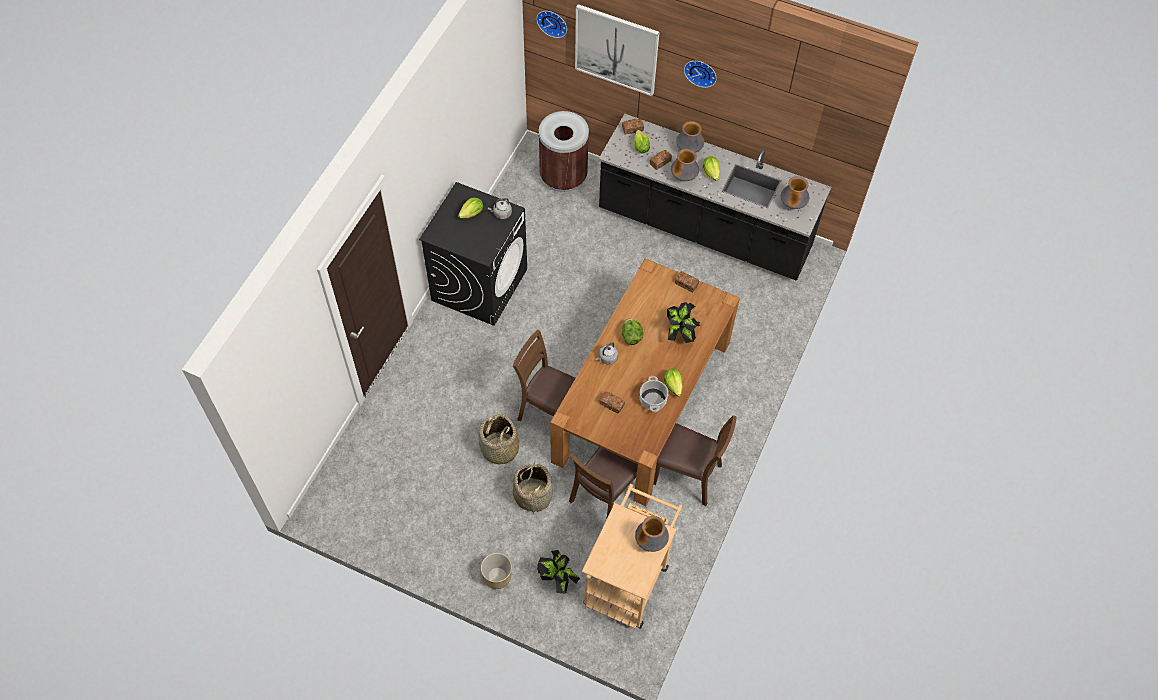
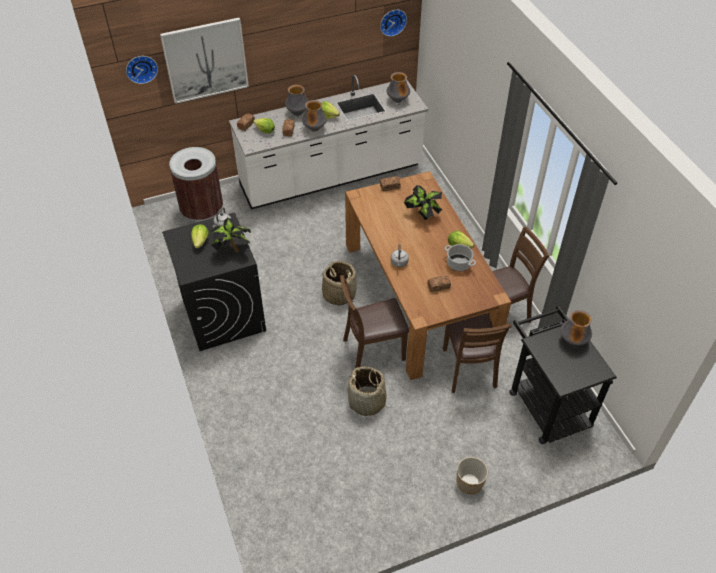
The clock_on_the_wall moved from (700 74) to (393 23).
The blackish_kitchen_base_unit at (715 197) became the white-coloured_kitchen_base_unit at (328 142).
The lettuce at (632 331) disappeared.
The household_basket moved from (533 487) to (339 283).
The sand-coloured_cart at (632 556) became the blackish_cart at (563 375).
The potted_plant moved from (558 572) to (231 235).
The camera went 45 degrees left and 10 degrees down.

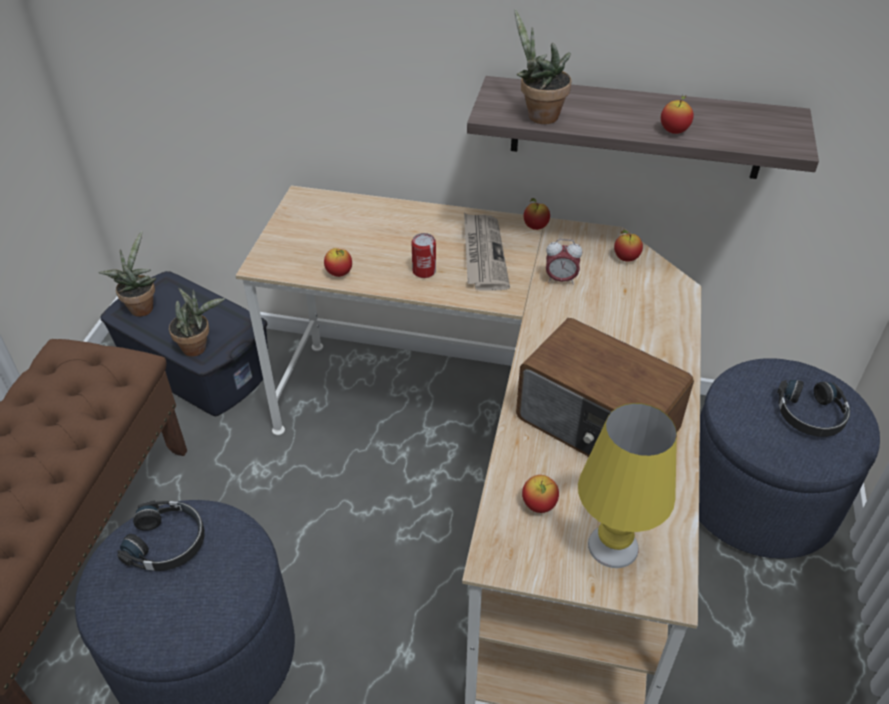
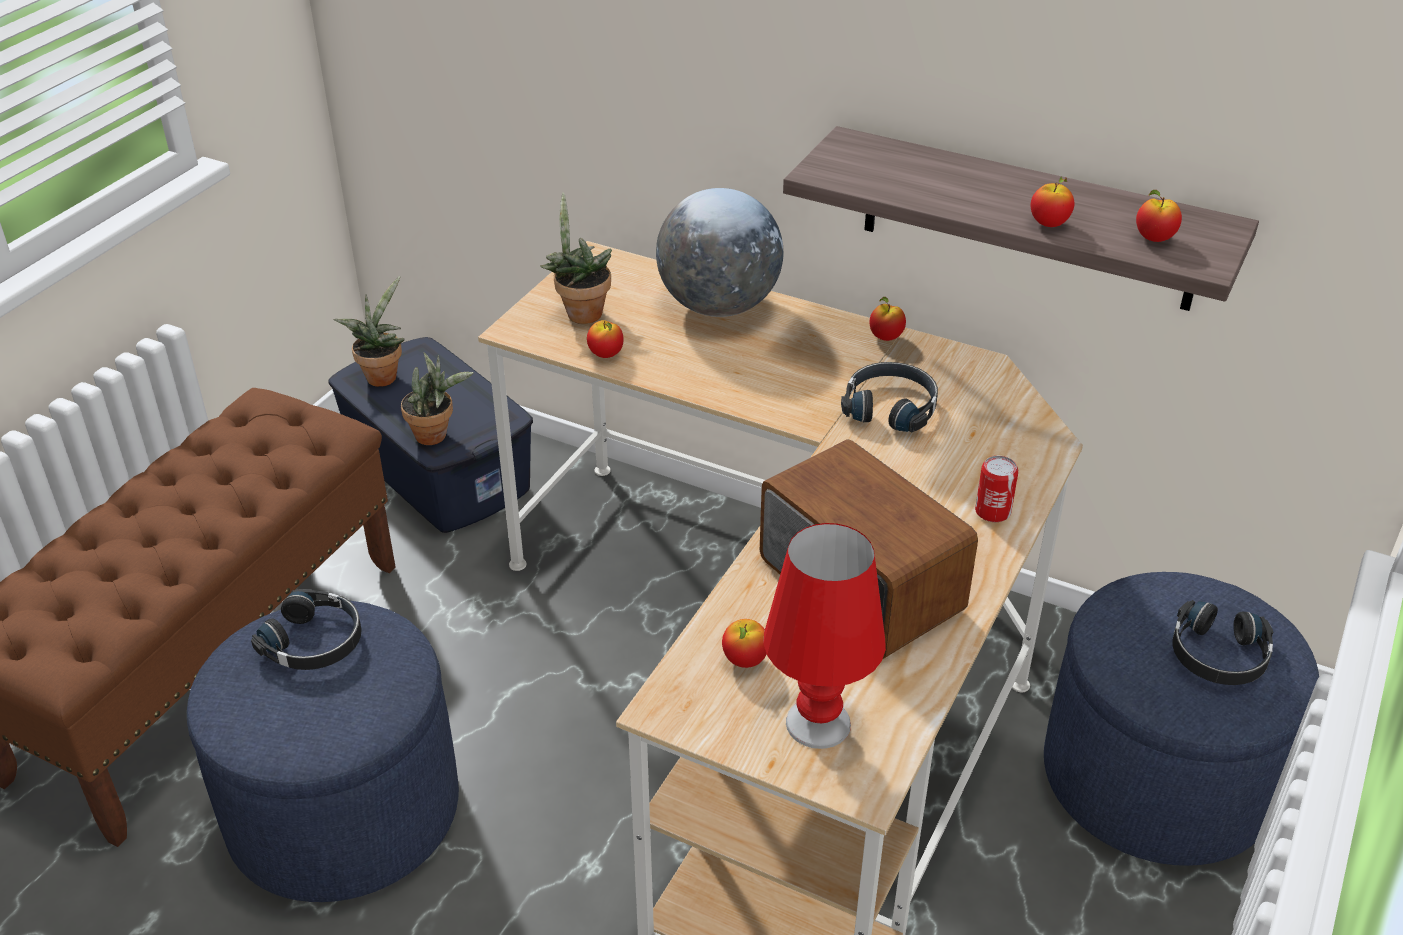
The potted_plant moved from (543 66) to (576 258).
The printed_paper at (487 252) disappeared.
The whole_apple moved from (628 246) to (1159 216).
The metal_can moved from (423 255) to (996 489).
The alarm_clock at (564 262) was replaced by the blackish_headset at (889 397).
The yellow_lamp_for_a_table at (627 485) became the red_lamp_for_a_table at (824 636).
The desk_globe at (719 252) appeared.
The camera went 15 degrees right and 5 degrees down.

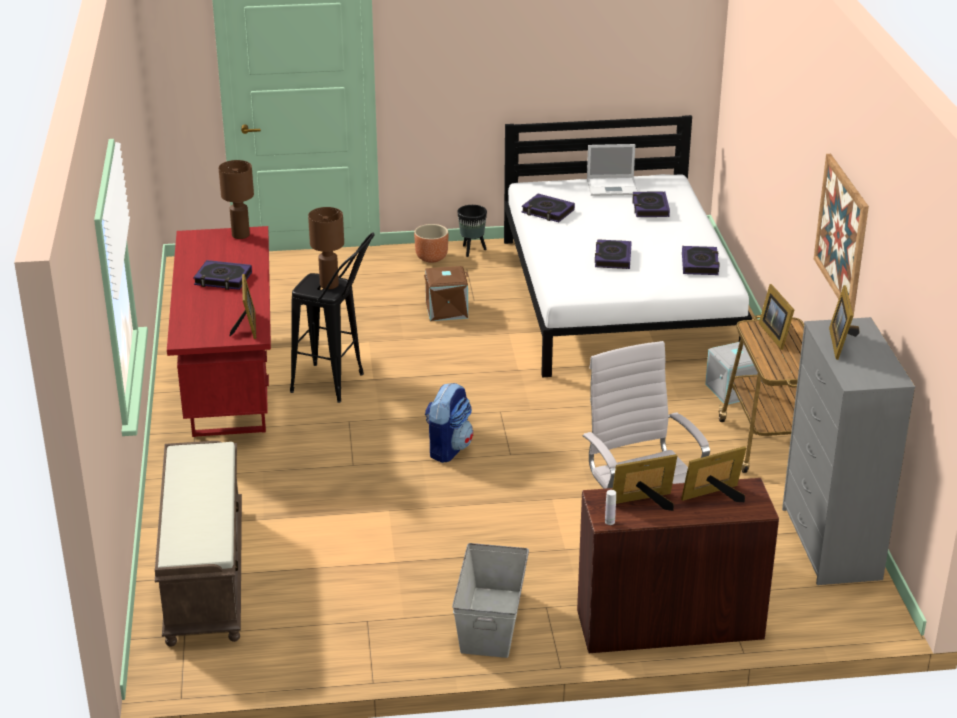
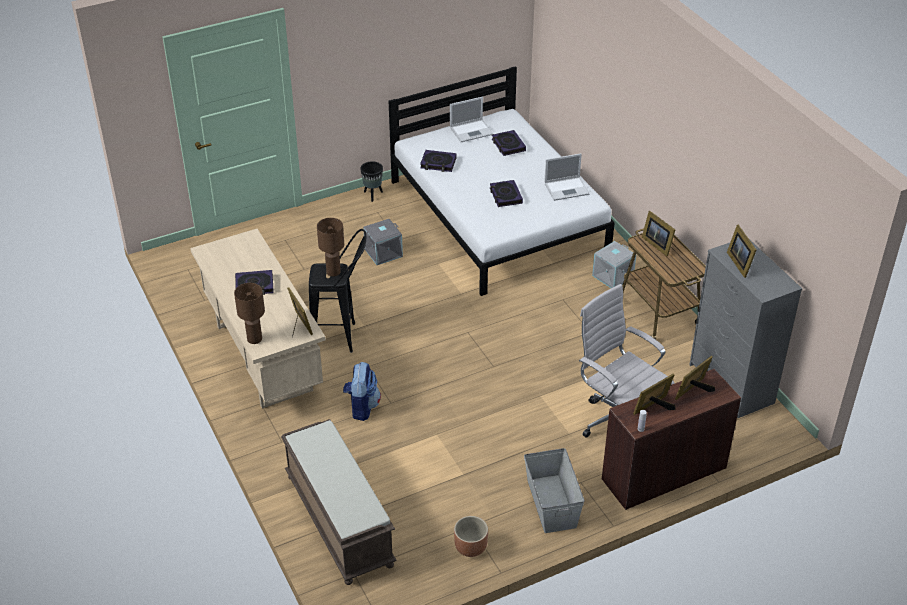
The wall_art at (841 235) disappeared.
The brownish_lamp_for_a_table moved from (236 199) to (249 313).
The brownish_plant_pot moved from (431 243) to (471 536).
The red_desk at (219 331) became the sand-coloured_desk at (258 319).
The volume at (701 260) was replaced by the portable_computer at (567 177).
The brownish_storage_bin at (446 293) became the greyish_storage_bin at (383 242).
The rucksack moved from (448 423) to (362 391).
The camera went 20 degrees left and 10 degrees up.

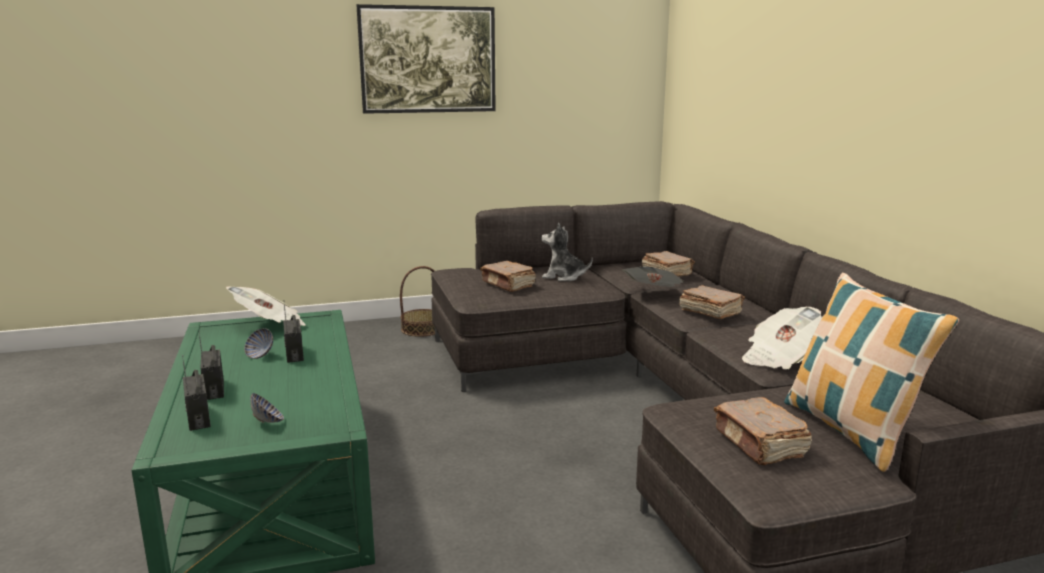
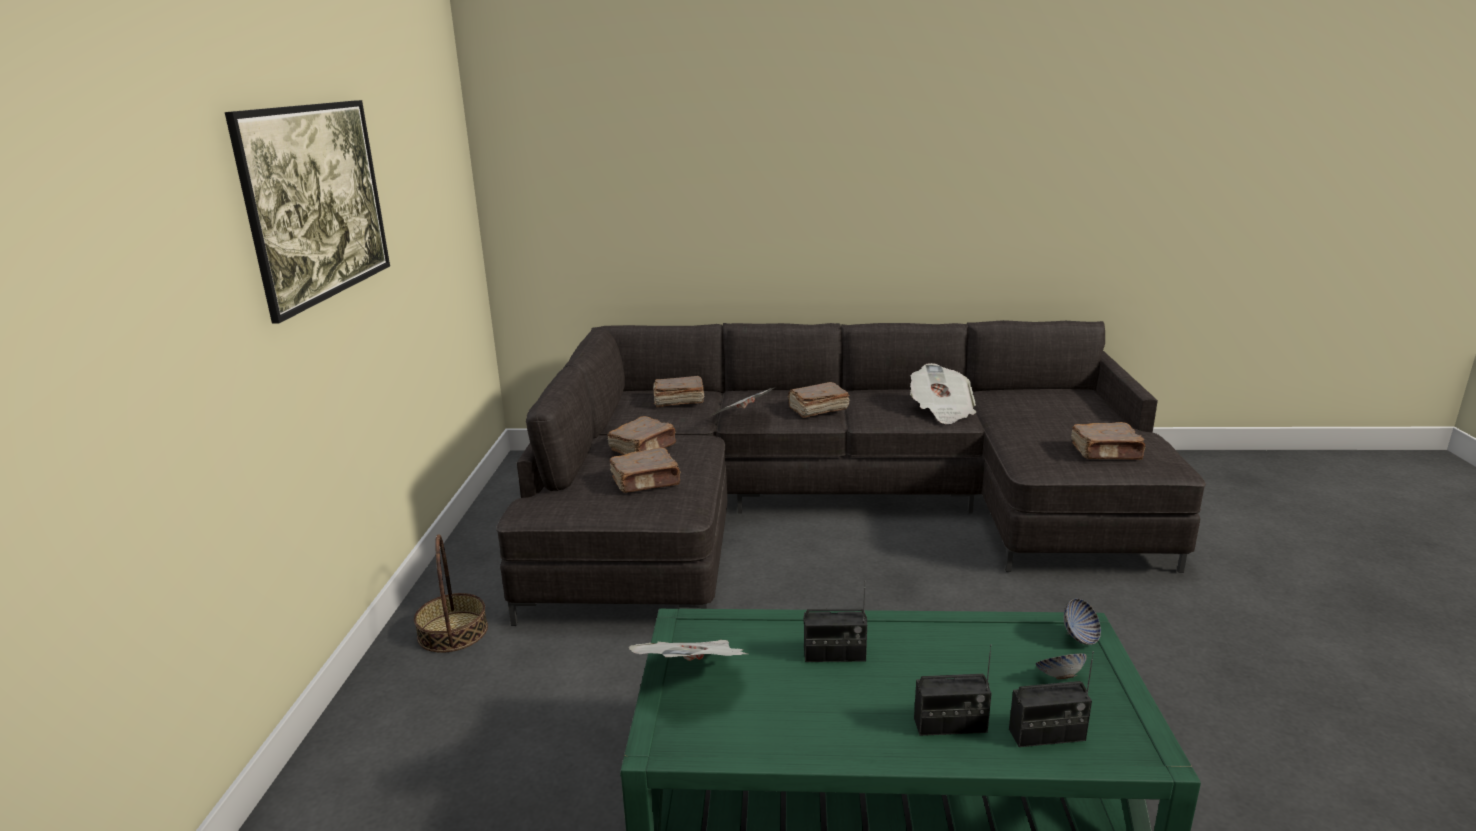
The soft_toy at (567 252) was replaced by the brownish_volume at (642 435).
The cushion at (871 372) disappeared.
The deep_dish moved from (258 343) to (1082 621).
The camera went 70 degrees left and 5 degrees up.

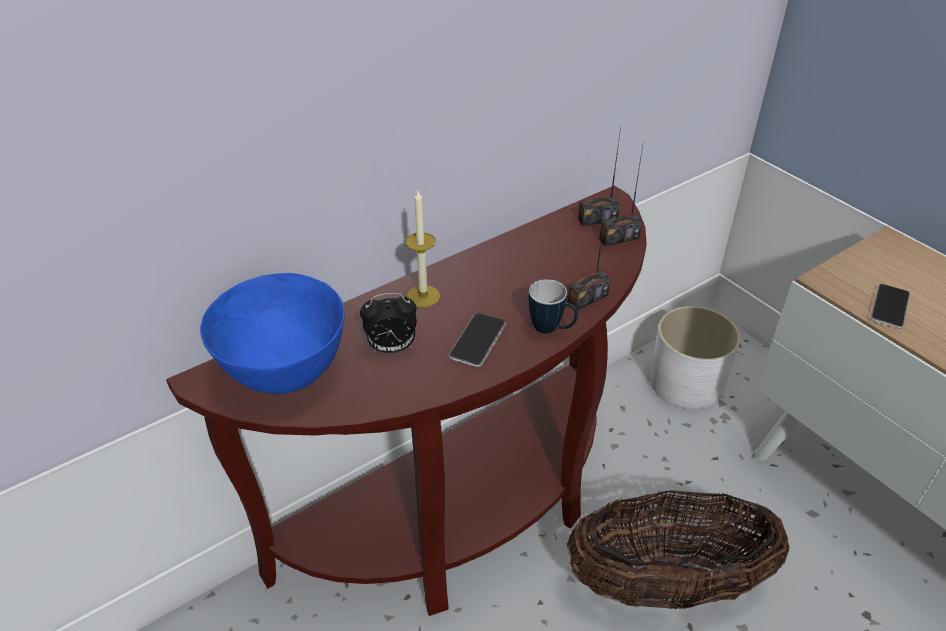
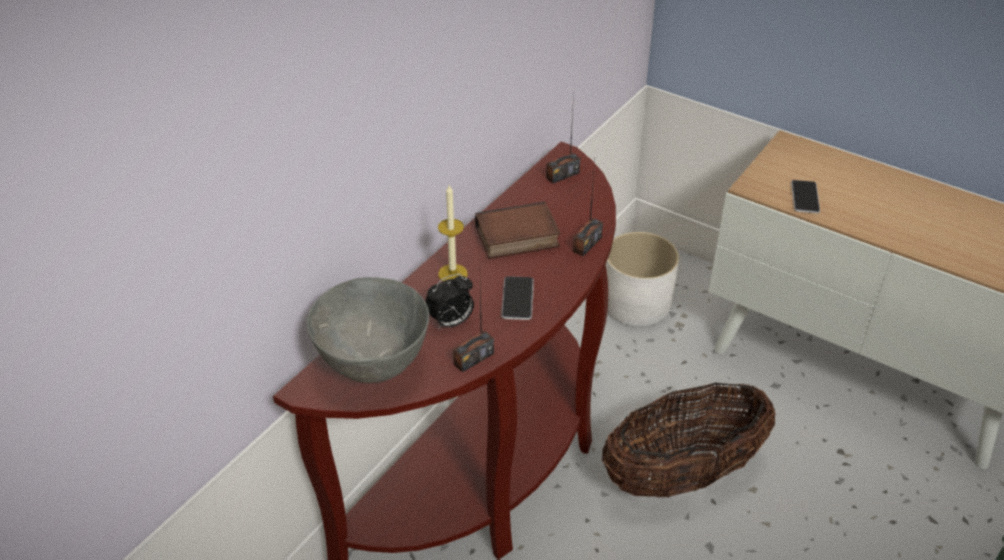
The radio_set moved from (621 196) to (473 328).
The bluish_deep_dish at (272 333) became the greyish_deep_dish at (368 330).
The mug at (553 306) disappeared.
The volume at (517 230) appeared.
The camera went 20 degrees left and 0 degrees up.

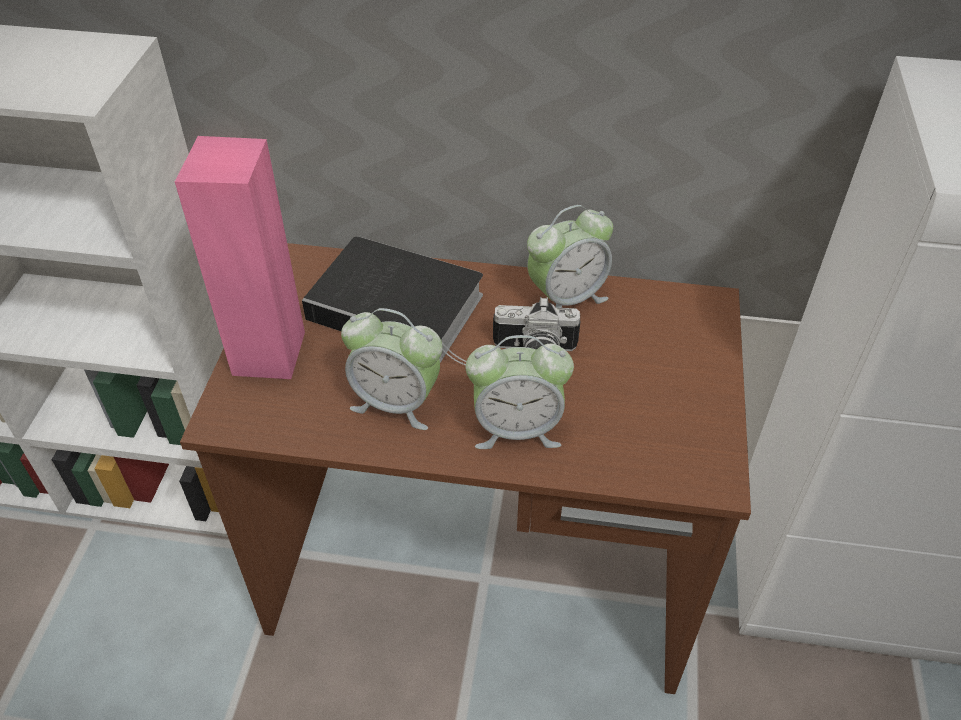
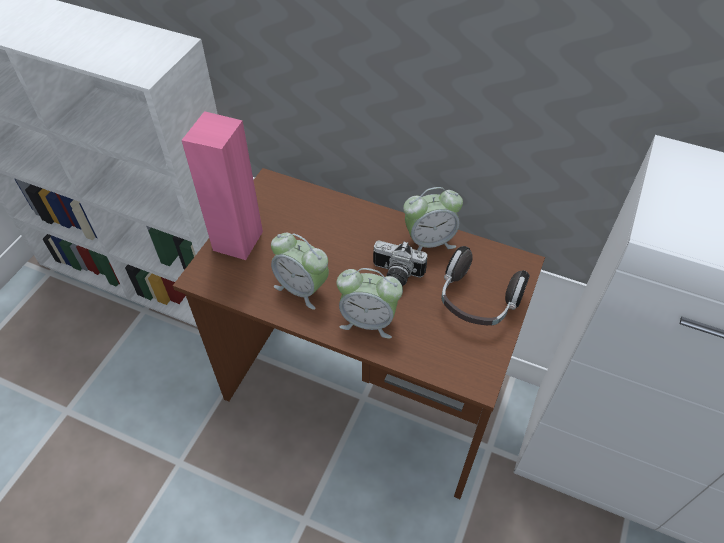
The volume at (392 301) disappeared.
The headset at (485 285) appeared.
The camera went 15 degrees right and 5 degrees up.

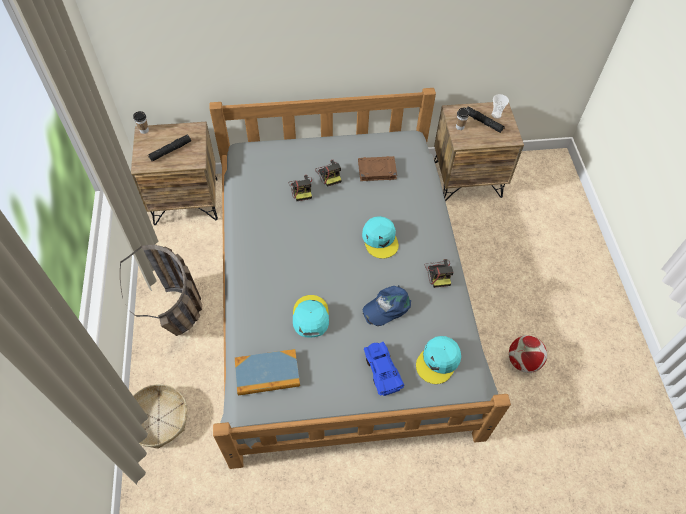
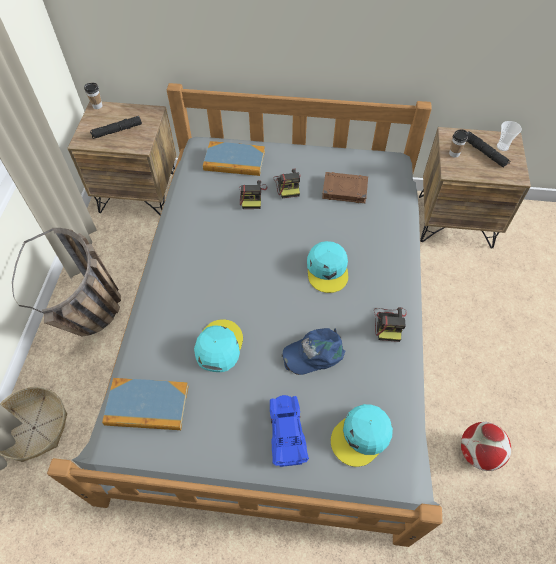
The volume at (234 158) appeared.
The camera went 15 degrees right and 0 degrees up.

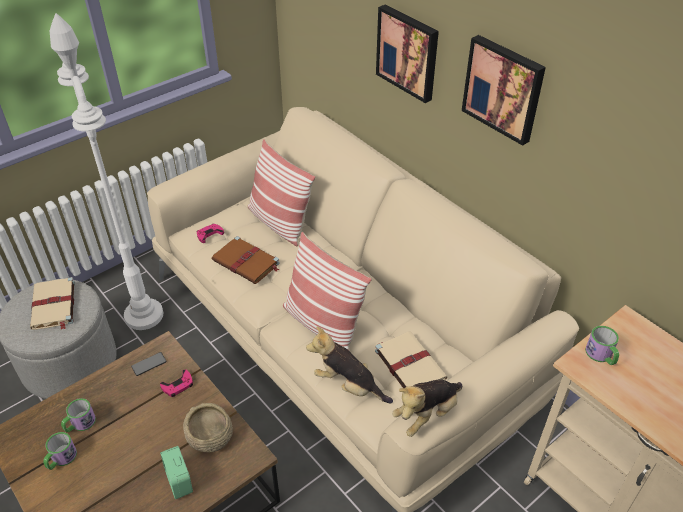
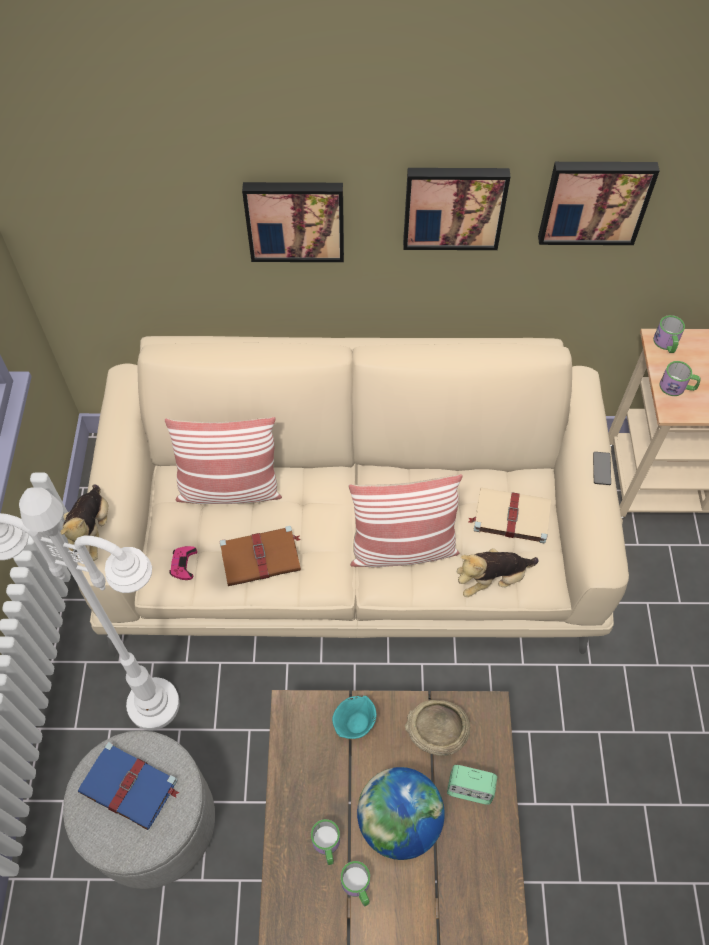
The sand-coloured_volume at (52 303) became the bluish_volume at (128 786).
The telephone moved from (149 364) to (602 468).
The pink_joypad at (176 383) was replaced by the turquoise-coloured_deep_dish at (354 717).
The soft_toy moved from (427 408) to (84 522).
The wall_art at (599 203) appeared.
The mug at (669 334) appeared.
The desk_globe at (401 813) appeared.
The camera went 50 degrees left and 15 degrees up.

